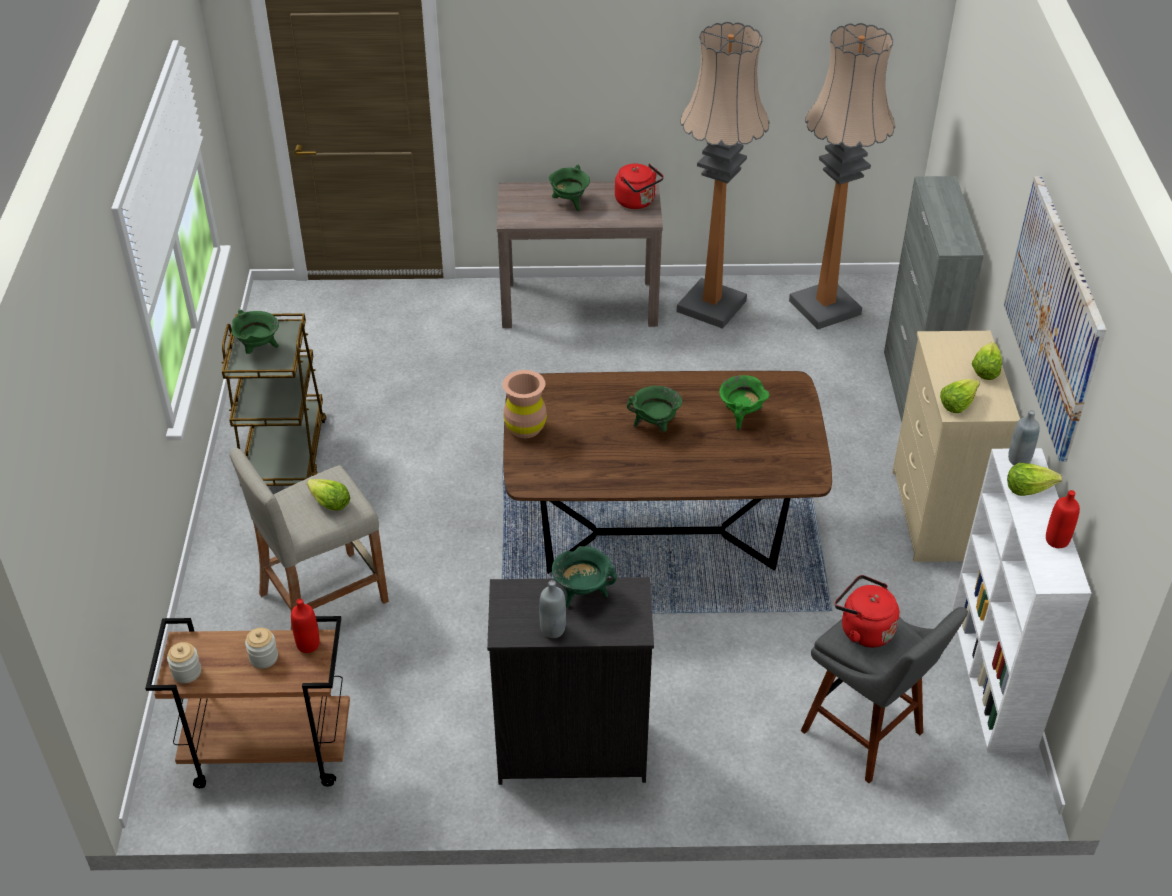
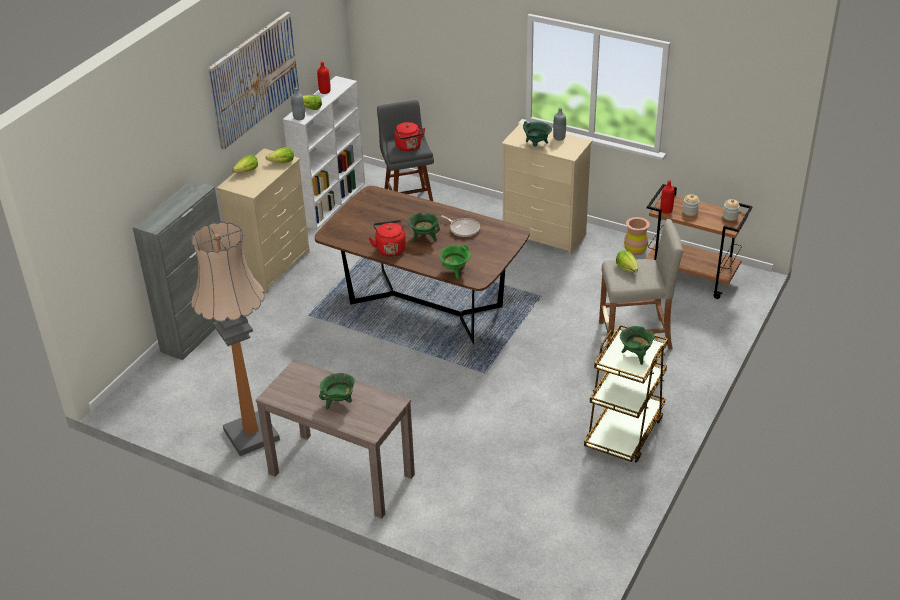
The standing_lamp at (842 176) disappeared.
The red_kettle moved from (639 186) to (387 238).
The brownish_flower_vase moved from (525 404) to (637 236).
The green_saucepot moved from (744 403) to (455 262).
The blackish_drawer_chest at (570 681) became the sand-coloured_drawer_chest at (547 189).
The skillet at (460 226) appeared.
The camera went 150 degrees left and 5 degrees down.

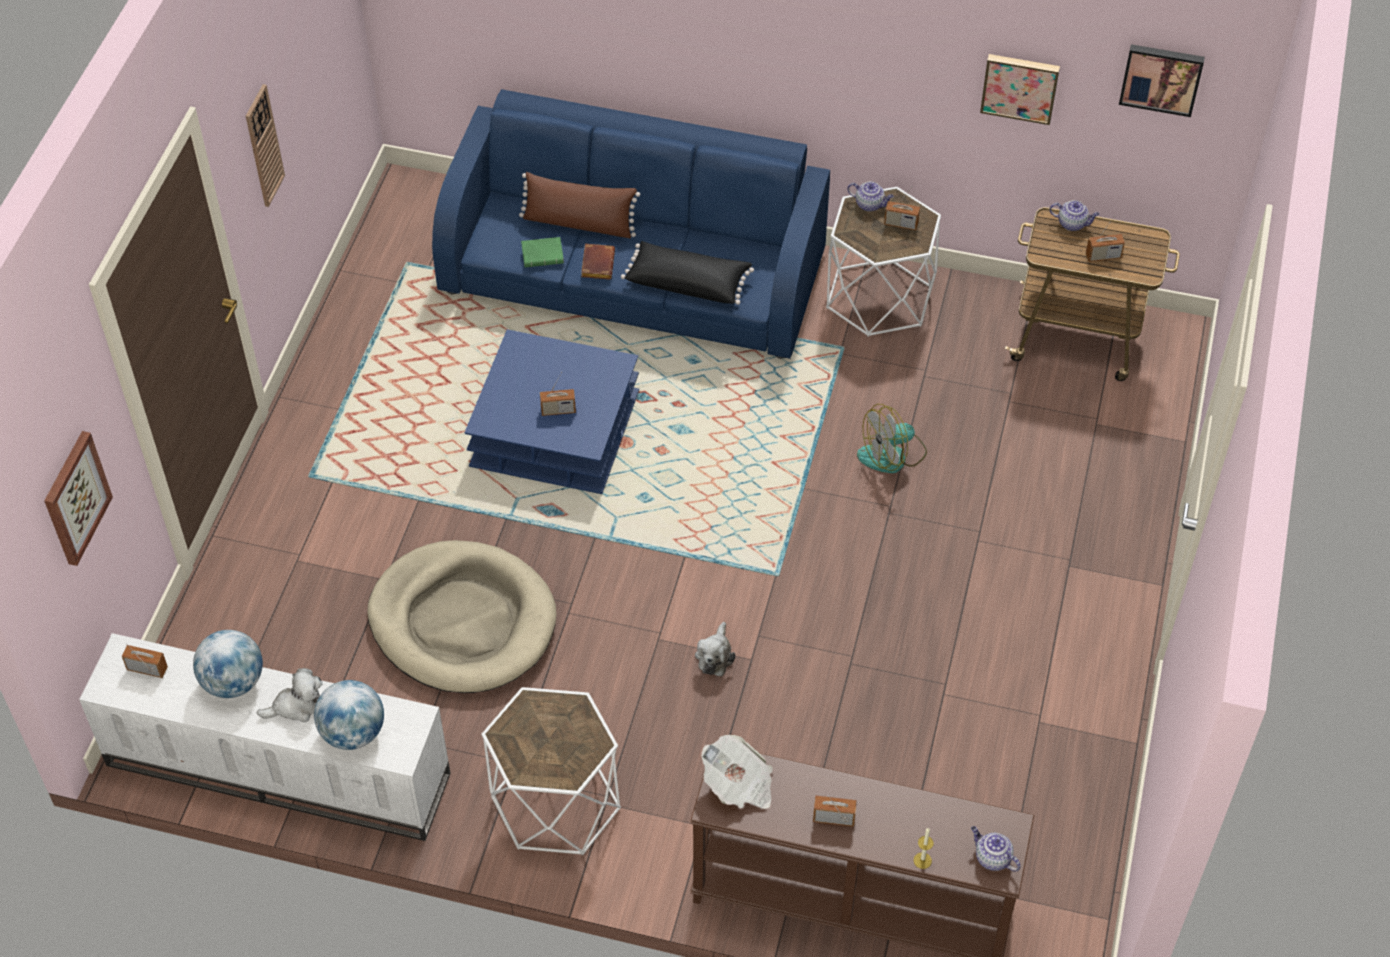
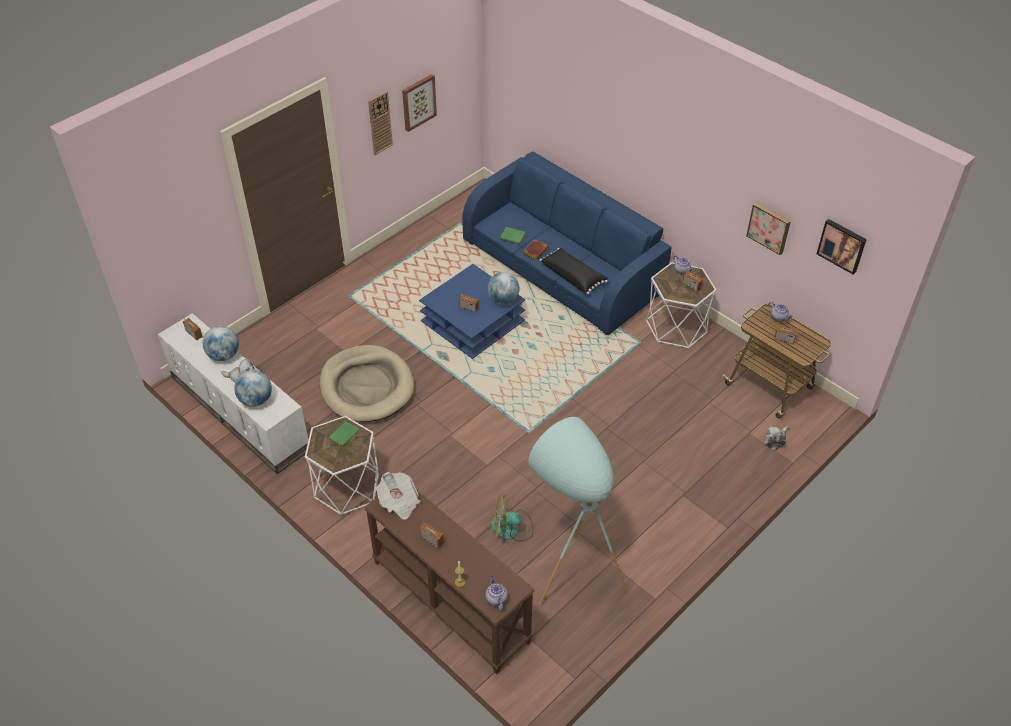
The brownish_cushion at (579 205) disappeared.
The electric_fan moved from (892 438) to (512 518).
The wall_art moved from (78 498) to (419 103).
The soft_toy moved from (715 649) to (777 438).
The desk_globe at (503 288) appeared.
The turquoise-coloured_standing_lamp at (577 511) appeared.
The green_volume at (344 434) appeared.
The camera went 30 degrees right and 5 degrees down.

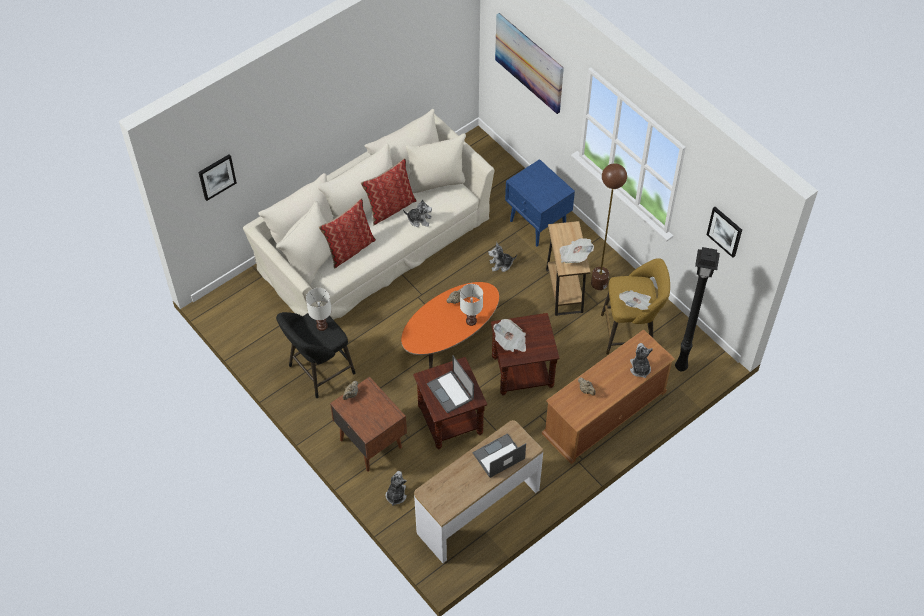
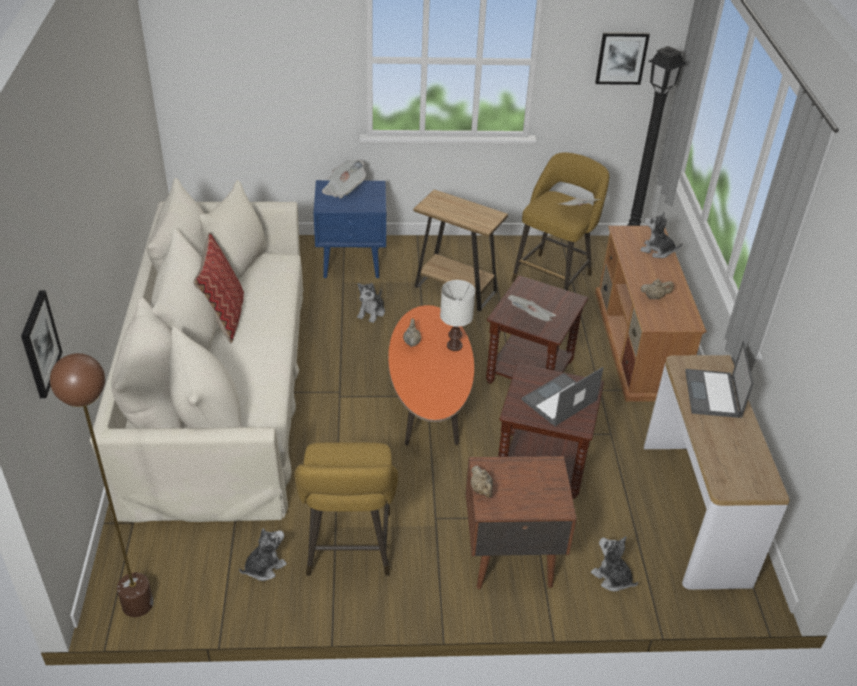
The wall_art at (529 63) disappeared.
The brownish_standing_lamp moved from (609 226) to (102 485).
The cushion at (347 233) disappeared.
The soft_toy moved from (417 213) to (263 554).
The printed_paper moved from (577 250) to (344 179).
The white-coloured_lamp_for_a_table at (319 309) disappeared.
The blackish_stool at (315 355) became the yellow_stool at (346 509).
The portable_computer at (450 384) turned 135 degrees clockwise.
The camera went 55 degrees left and 15 degrees down.

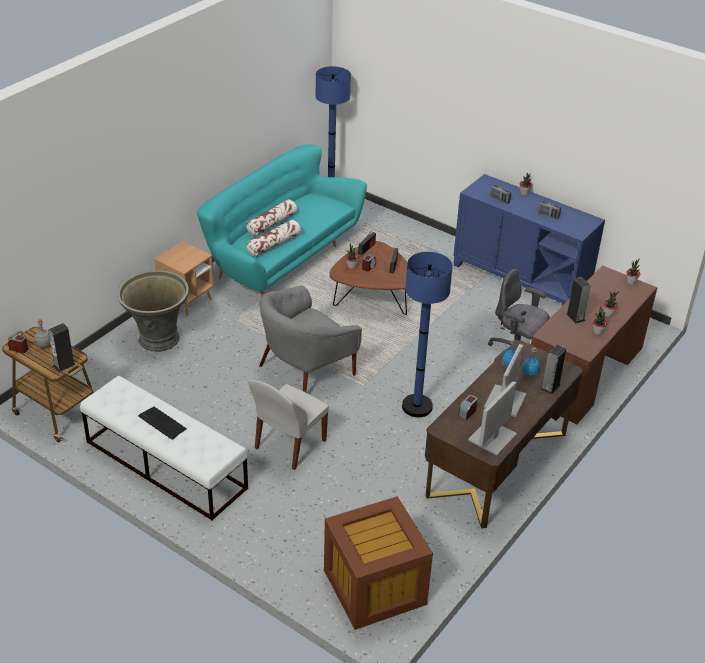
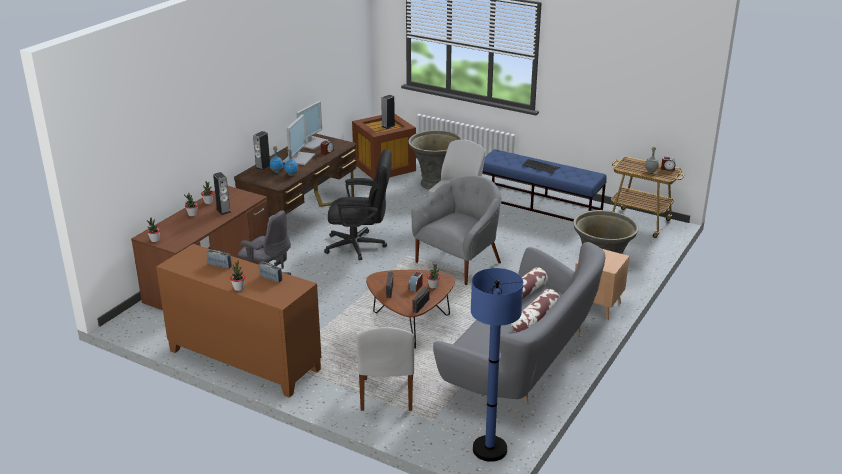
The turquoise-coloured_settee at (282 220) became the greyish_settee at (519 322).
The bluish_cupboard at (529 240) became the brownish_cupboard at (238 321).
The bluish_standing_lamp at (427 334) was replaced by the blackish_office_chair at (358 204).
The audio_speaker moved from (62 347) to (388 112).
The white-coloured_bench at (164 448) became the bluish_bench at (544 185).
The greyish_plant_pot at (435 160) appeared.
The white-coloured_plain_chair at (385 369) appeared.
The camera went 175 degrees right and 10 degrees down.

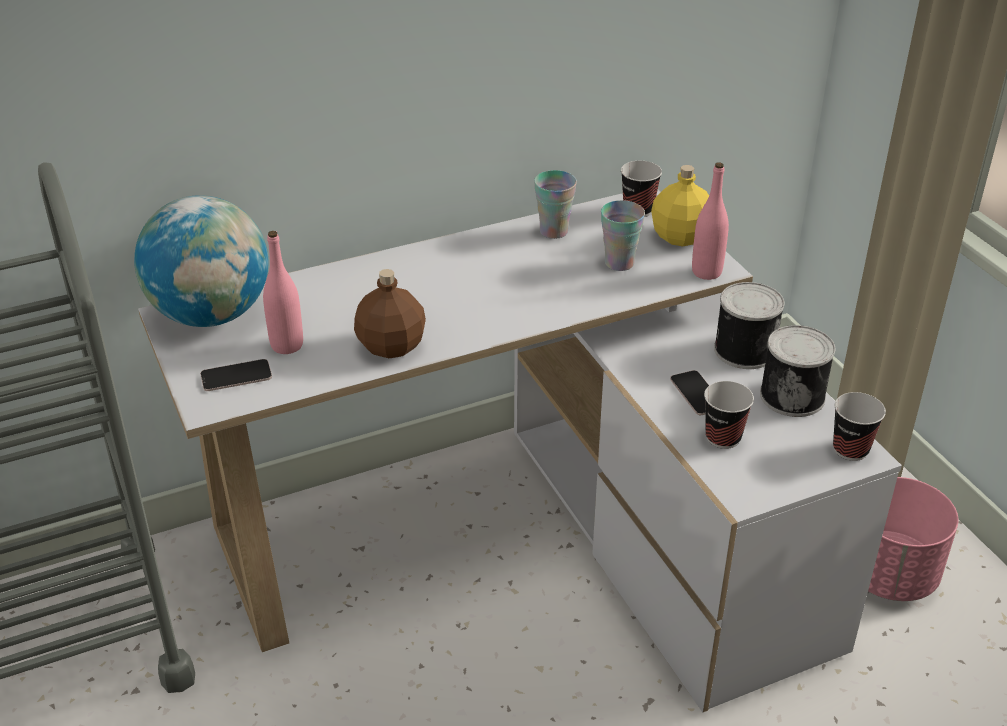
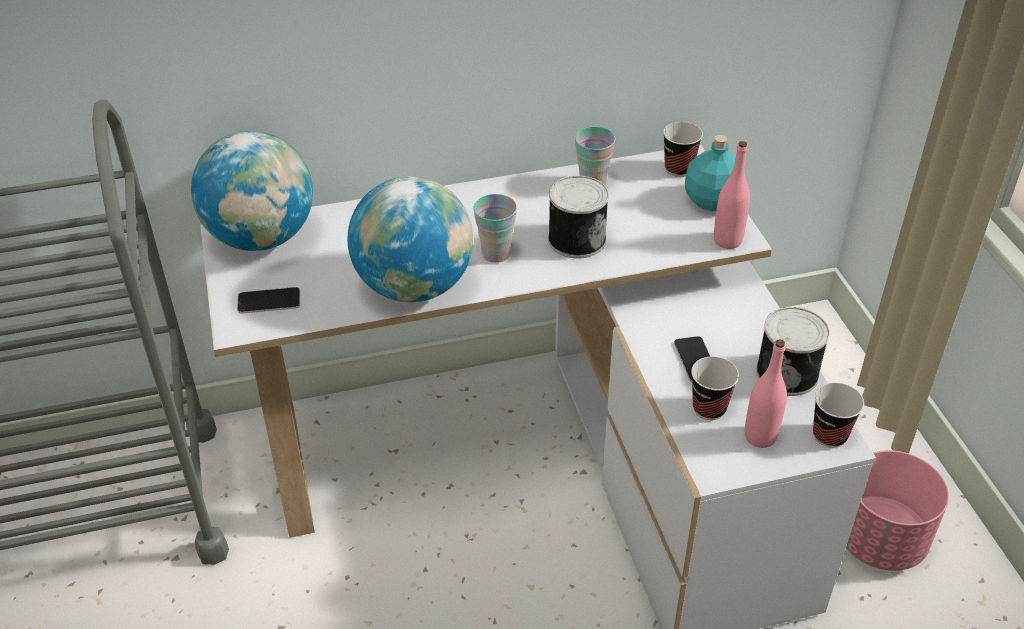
The yellow_bottle at (680 205) became the turquoise-coloured_bottle at (710 173).
The drinking_cup moved from (623 235) to (495 228).
The pink_bottle moved from (283 292) to (766 393).
The brownish_bottle at (390 313) was replaced by the desk_globe at (410 239).
The metal_can moved from (749 325) to (578 217).
The camera went 10 degrees right and 5 degrees up.

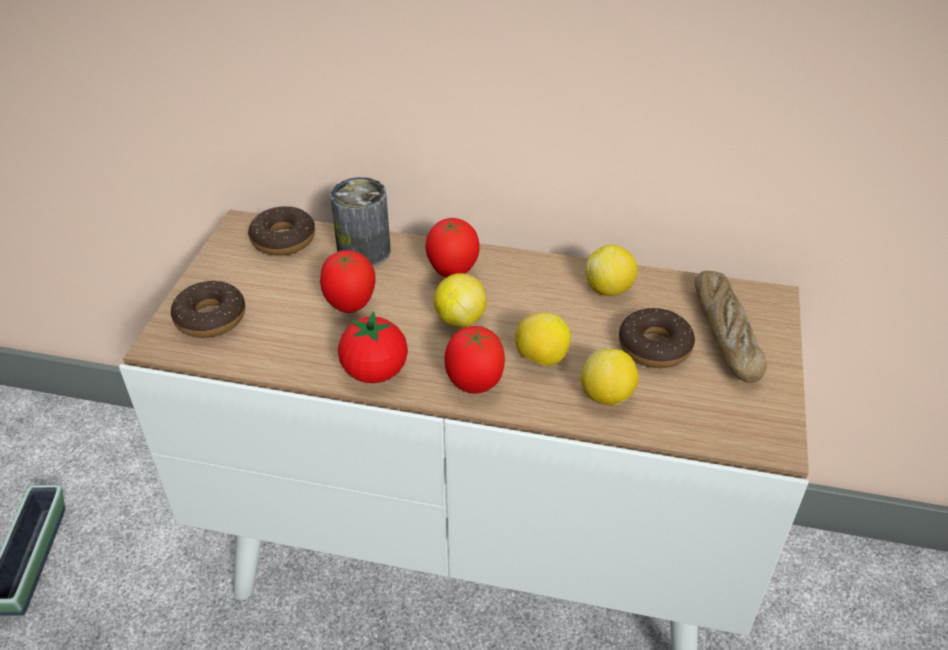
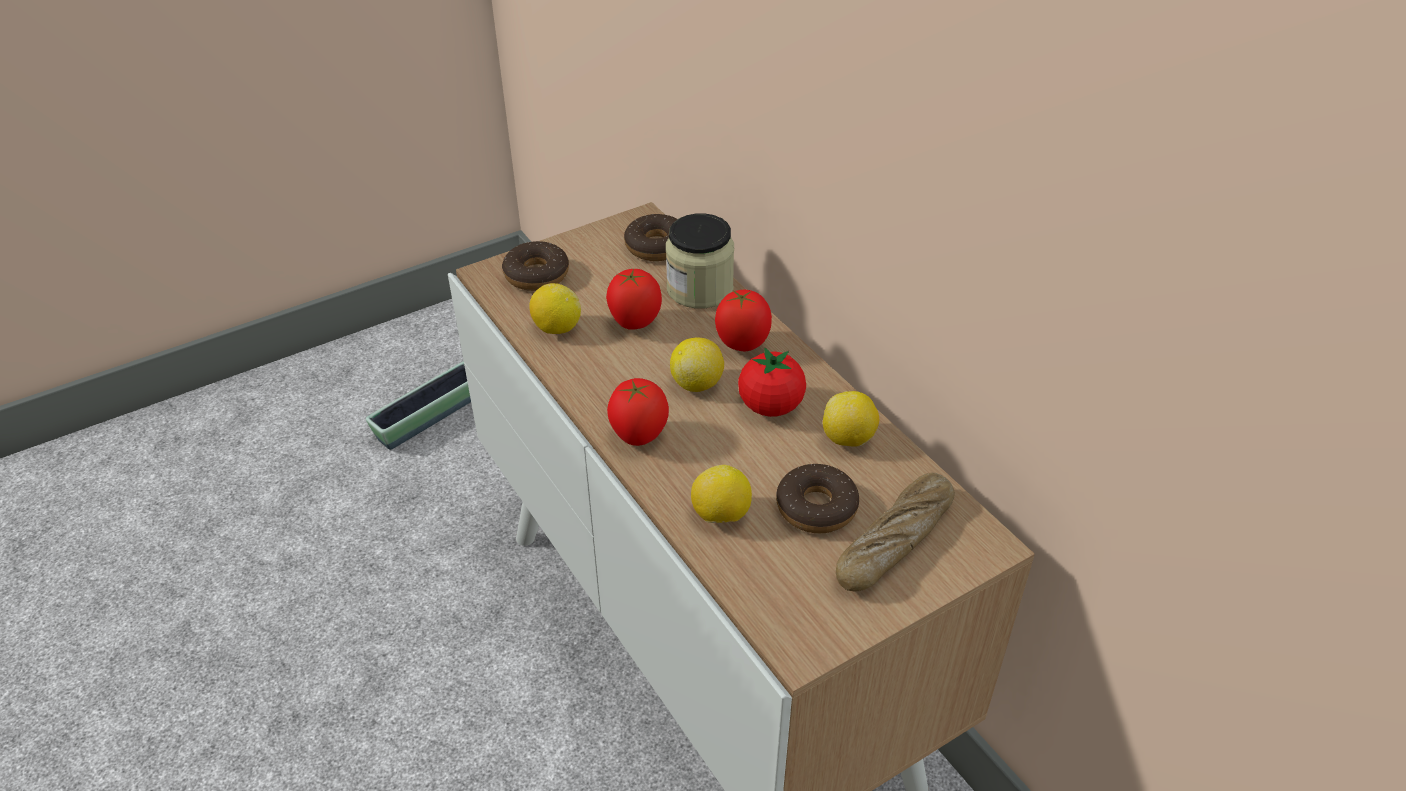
The metal_can at (360 222) was replaced by the preserve_jar at (700 260).
The fresh_tomato moved from (373 347) to (772 382).
The lemon moved from (543 339) to (555 308).
The camera went 45 degrees right and 0 degrees up.

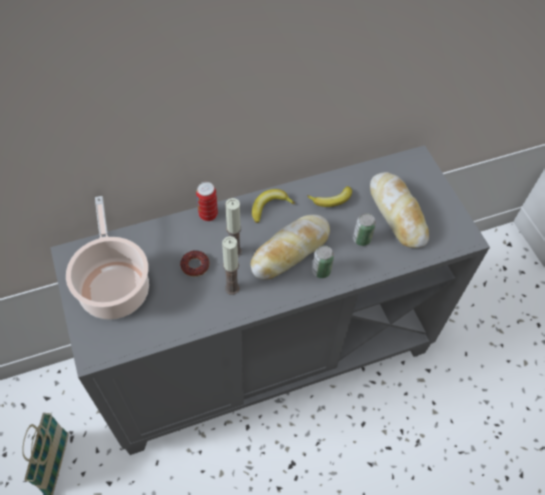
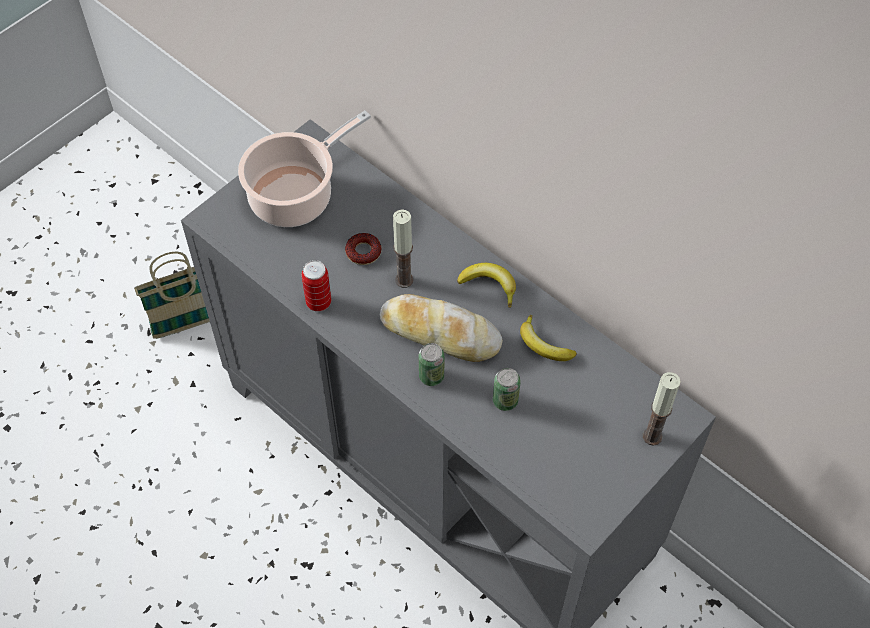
The bakery_bread at (399 210) disappeared.
The metal_can moved from (207 201) to (316 286).
The wax_light moved from (231 265) to (662 409).
The camera went 65 degrees right and 0 degrees up.

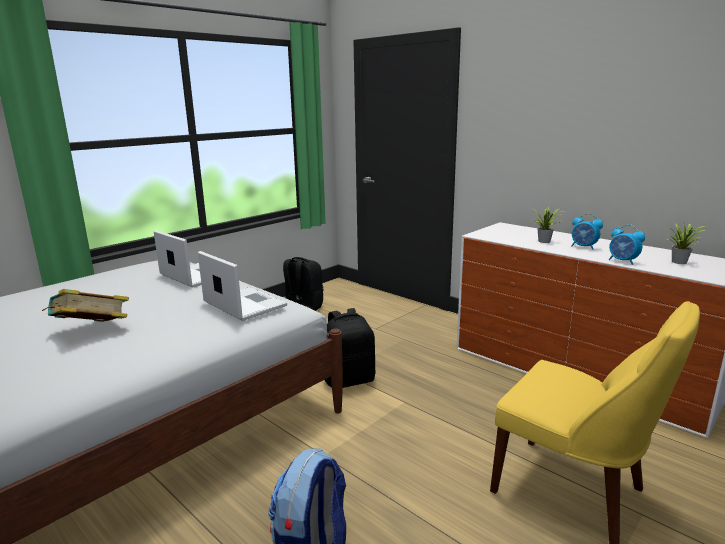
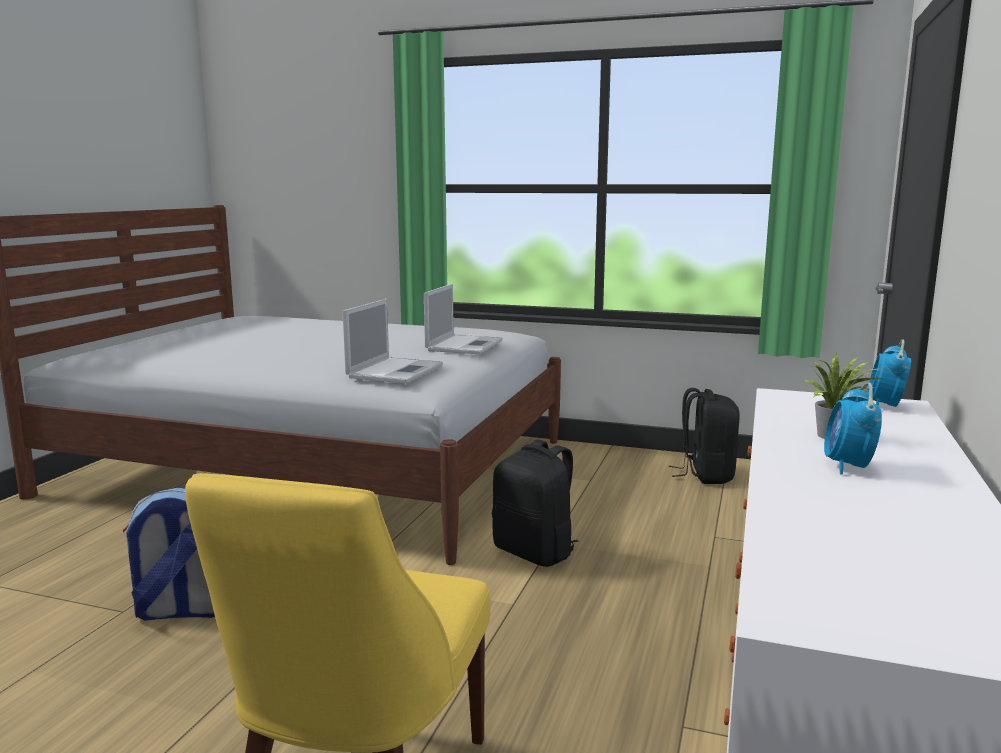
The potted_plant at (686 243) disappeared.
The alarm_clock moved from (627 244) to (889 373).
The volume at (85 305) disappeared.
The camera went 65 degrees right and 5 degrees down.

